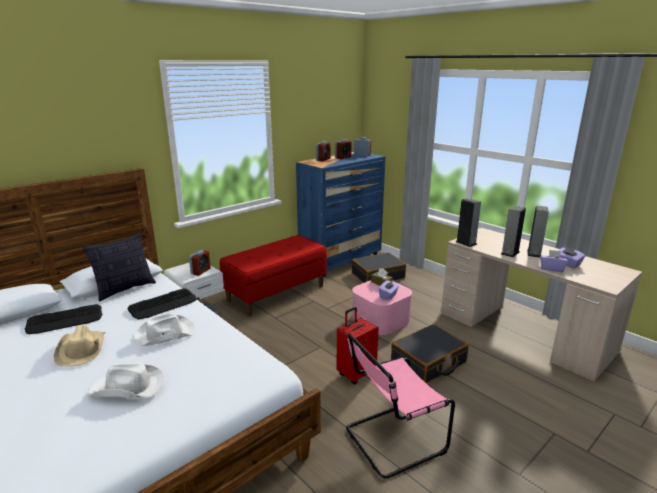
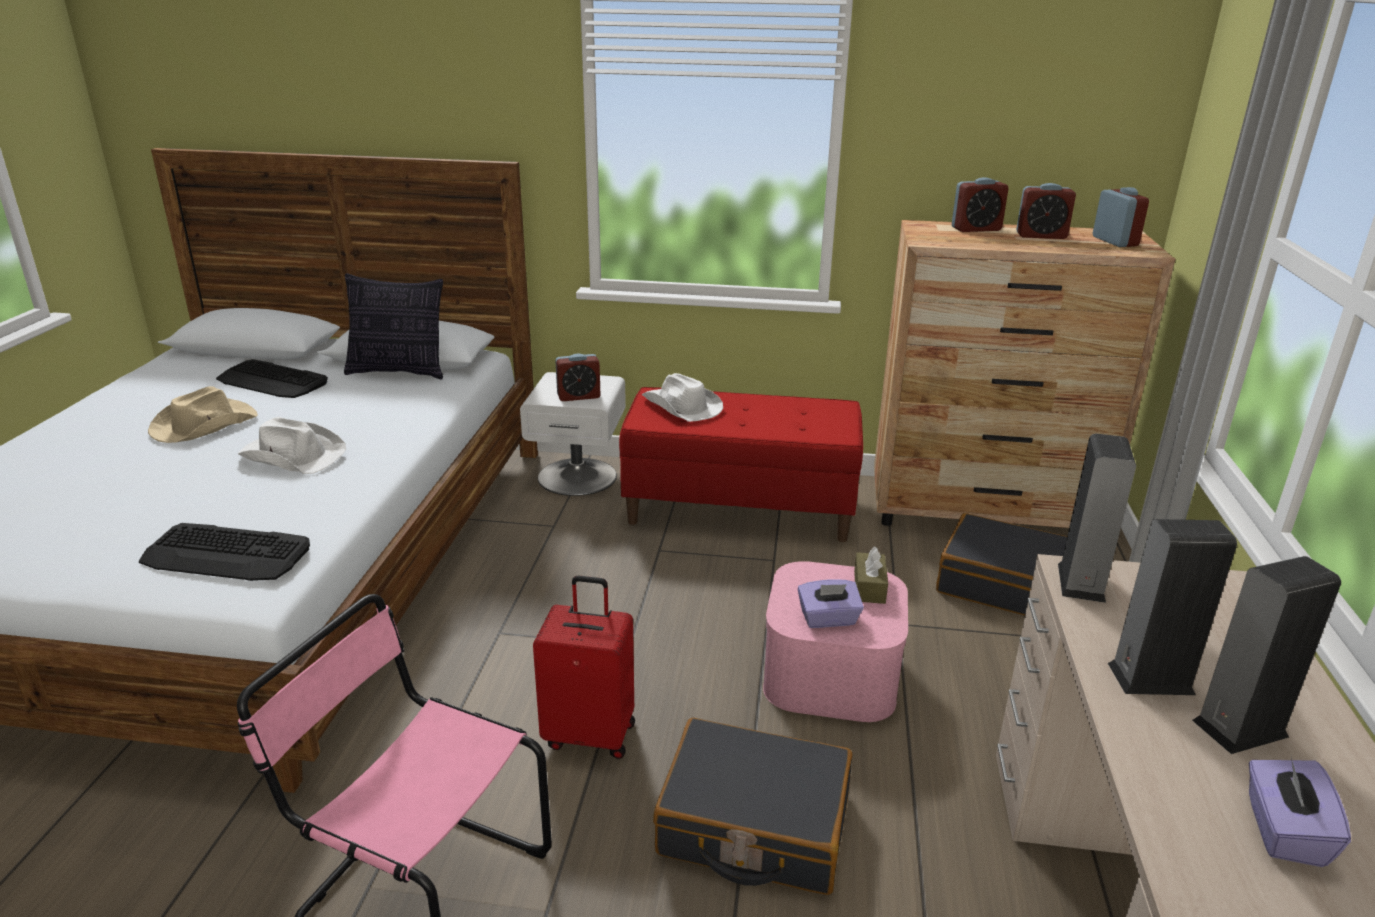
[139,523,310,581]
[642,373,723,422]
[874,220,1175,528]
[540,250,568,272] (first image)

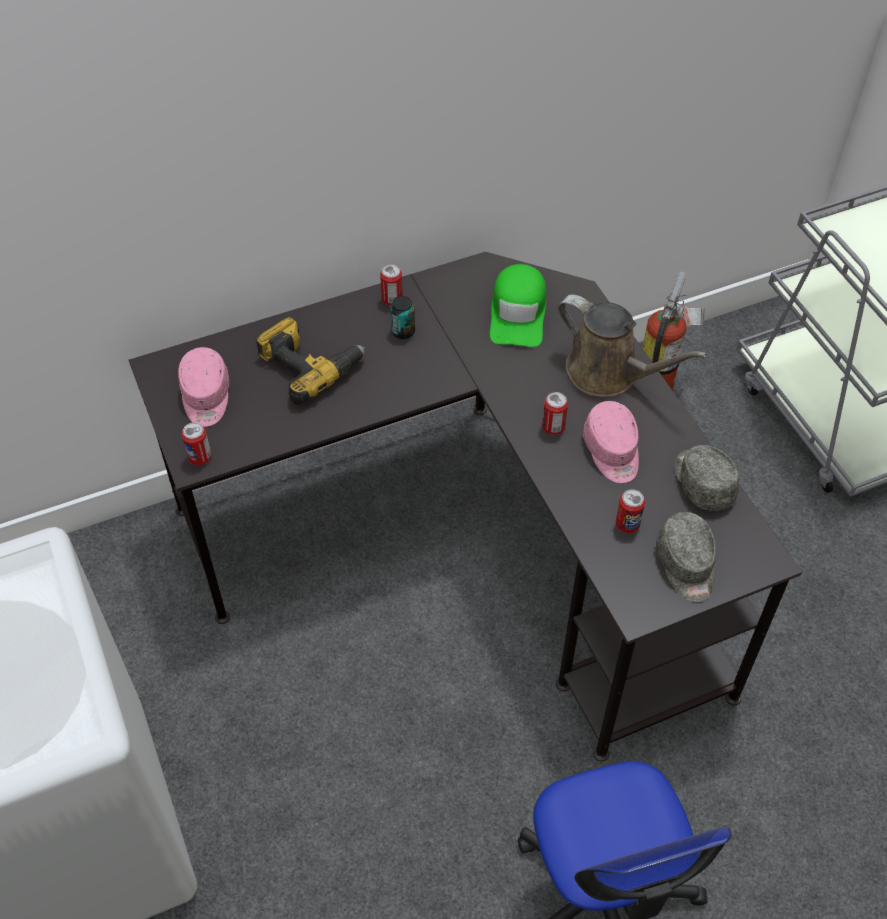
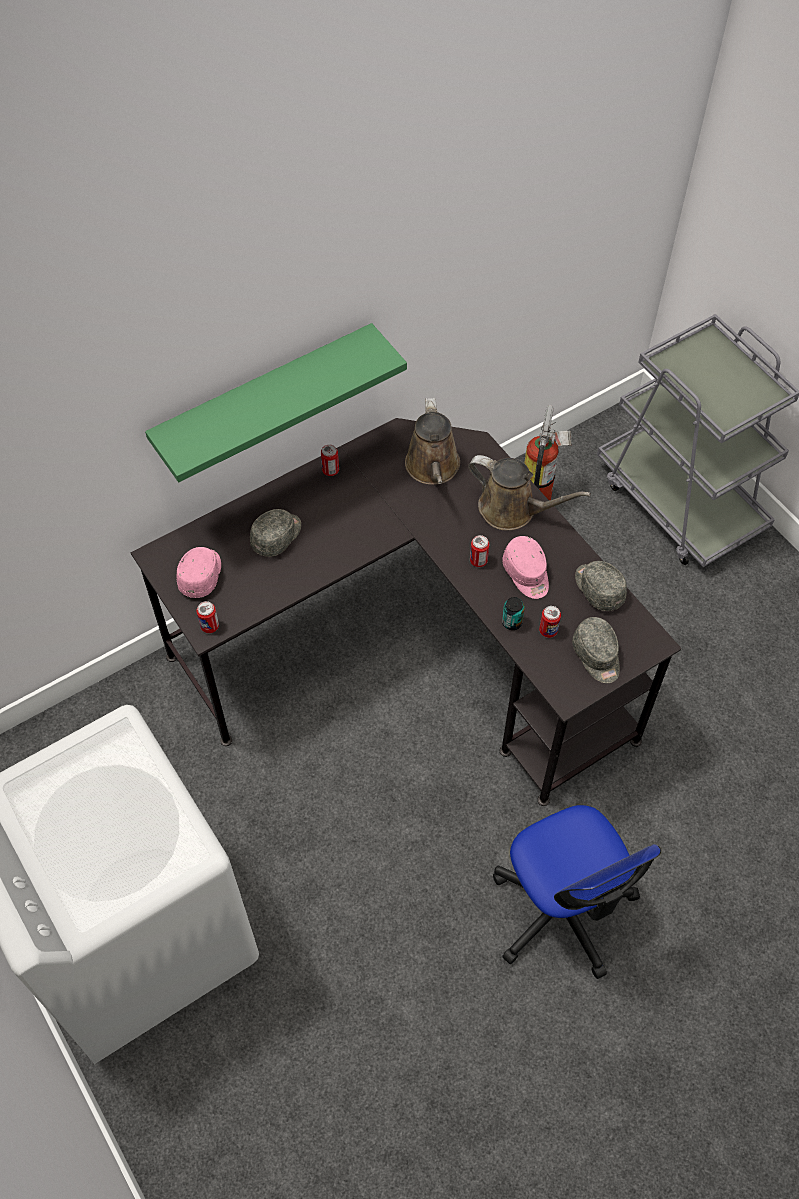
[145,323,407,482]
[177,547,221,598]
[250,509,301,557]
[405,398,460,485]
[502,597,525,630]

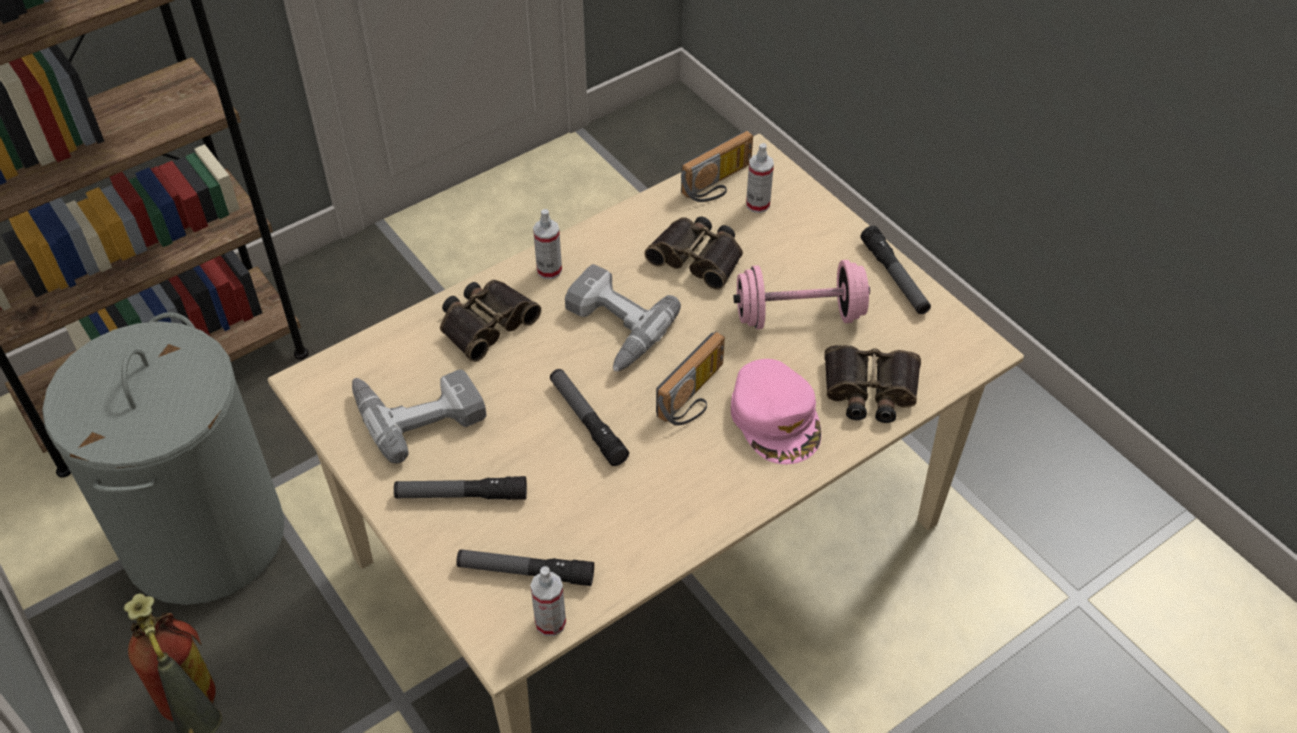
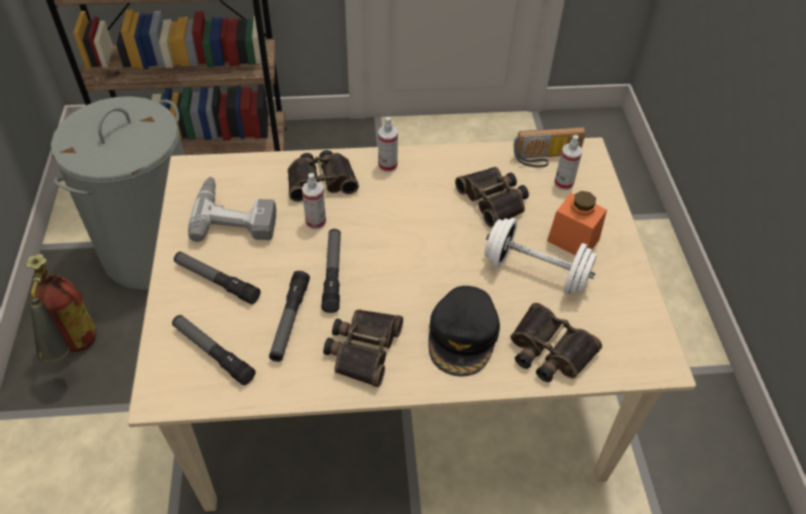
[269,271,310,362]
[302,173,326,229]
[323,309,403,387]
[428,286,500,376]
[484,218,597,294]
[547,191,607,256]
[565,264,681,372] (first image)
[656,331,725,425] (first image)

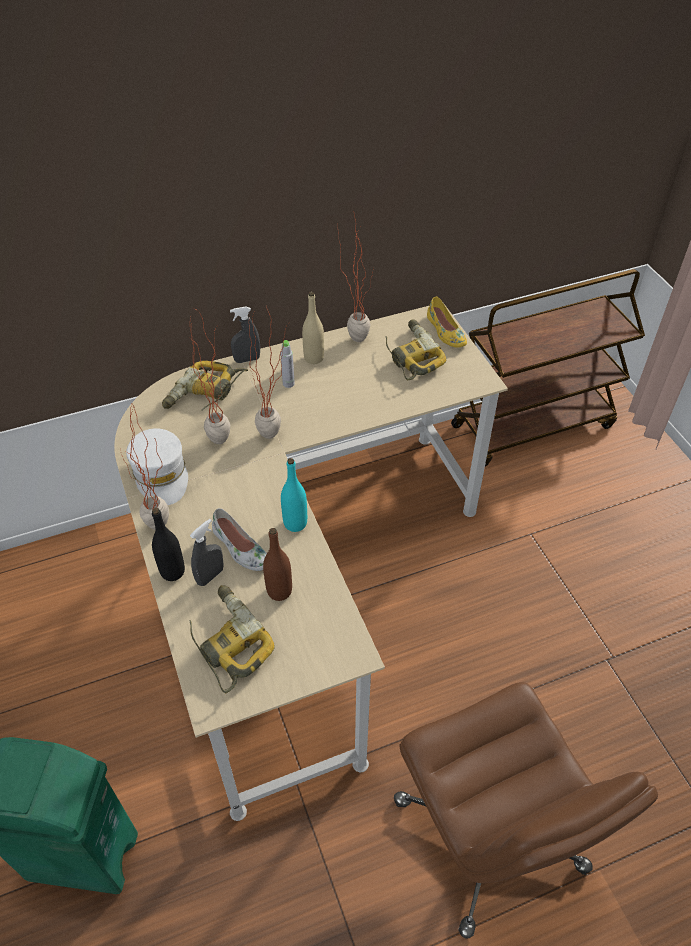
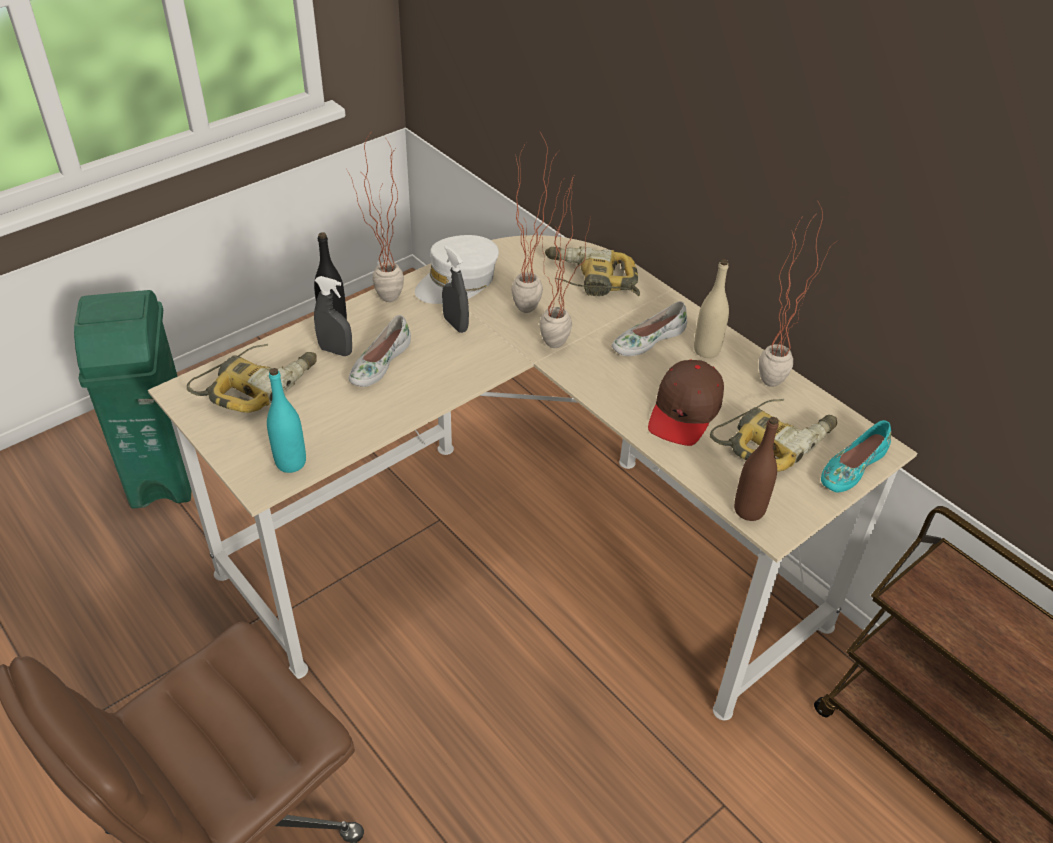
[267,368,306,473]
[442,245,469,333]
[612,301,687,356]
[648,360,724,446]
[734,417,779,521]
[821,420,891,492]

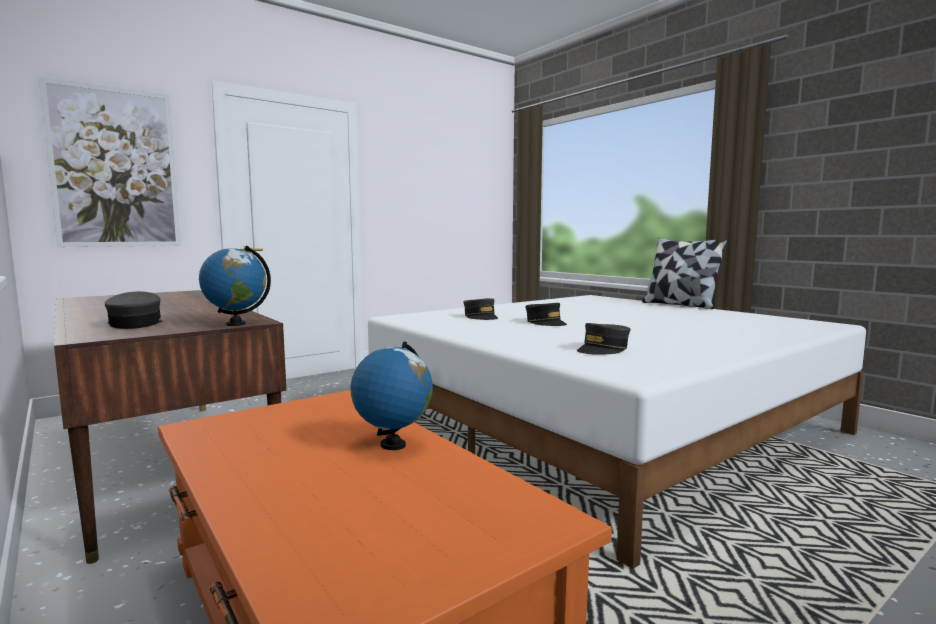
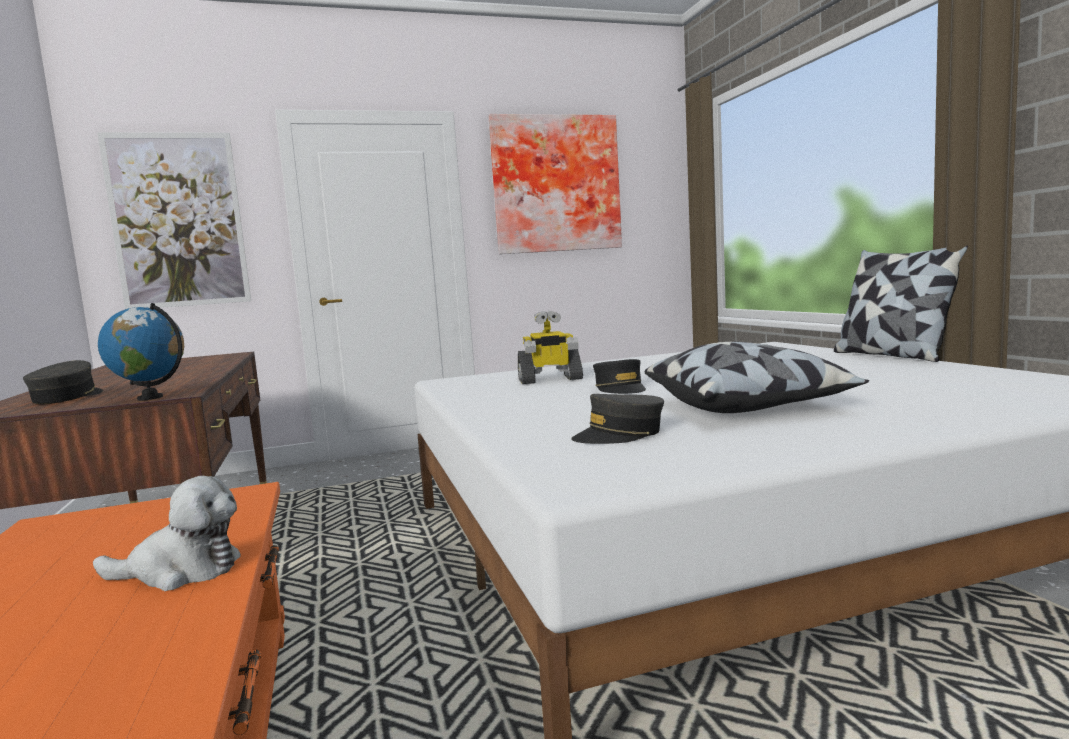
[93,476,241,591]
[488,114,622,254]
[518,311,583,384]
[644,342,869,413]

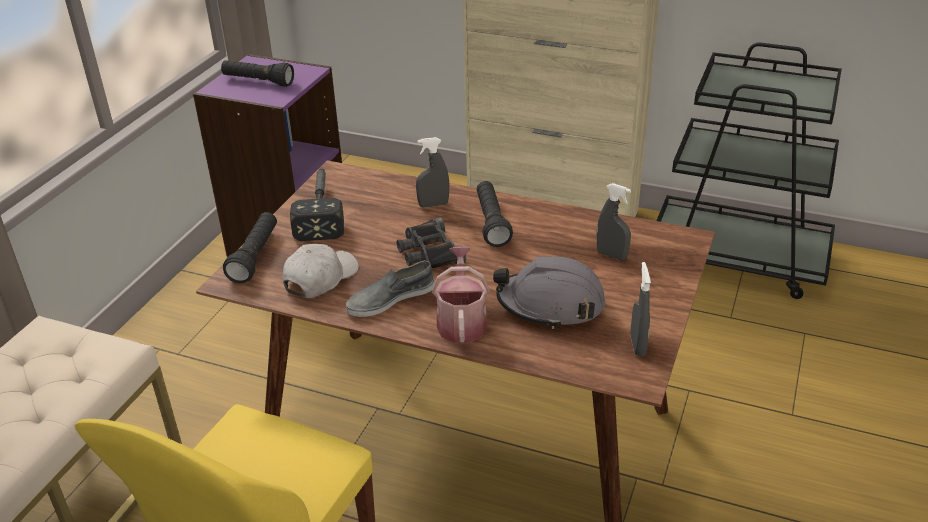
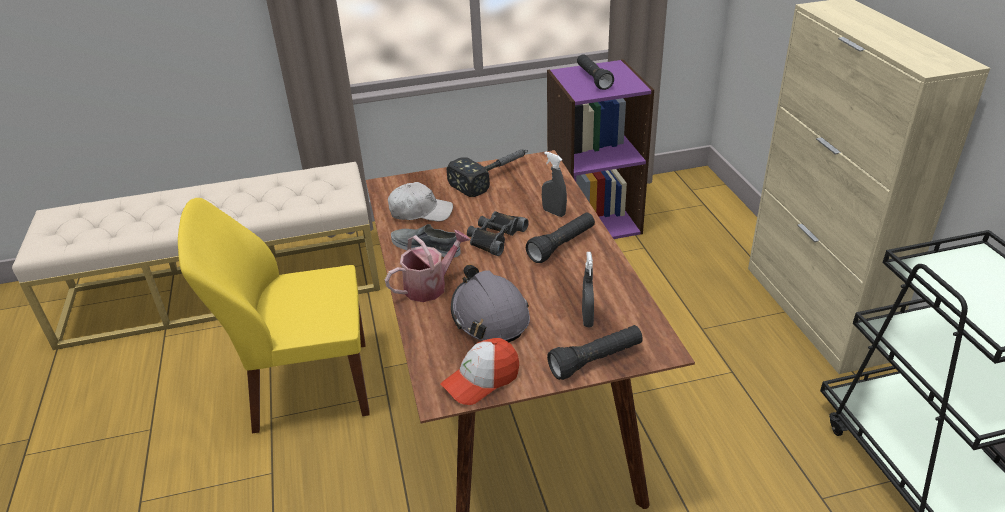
[440,338,519,405]
[547,325,643,380]

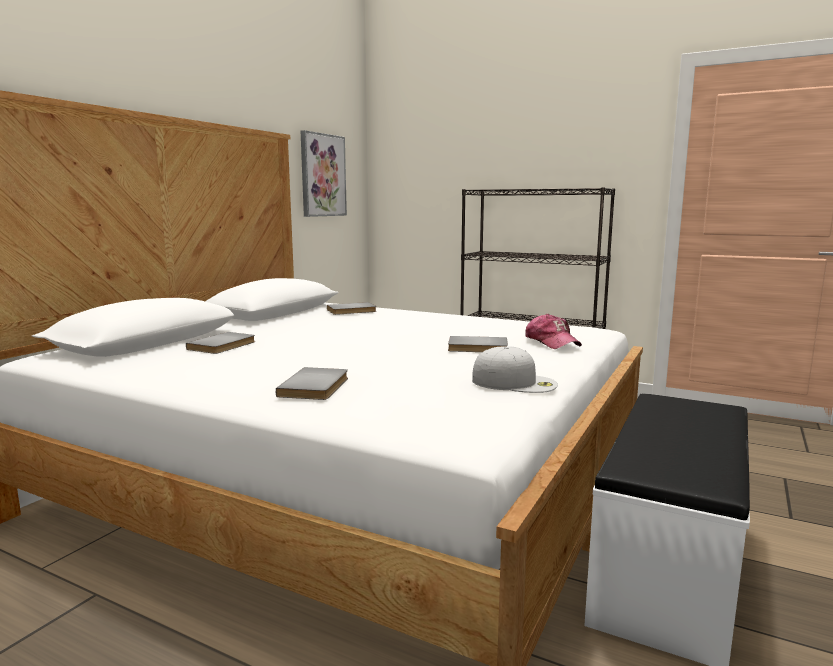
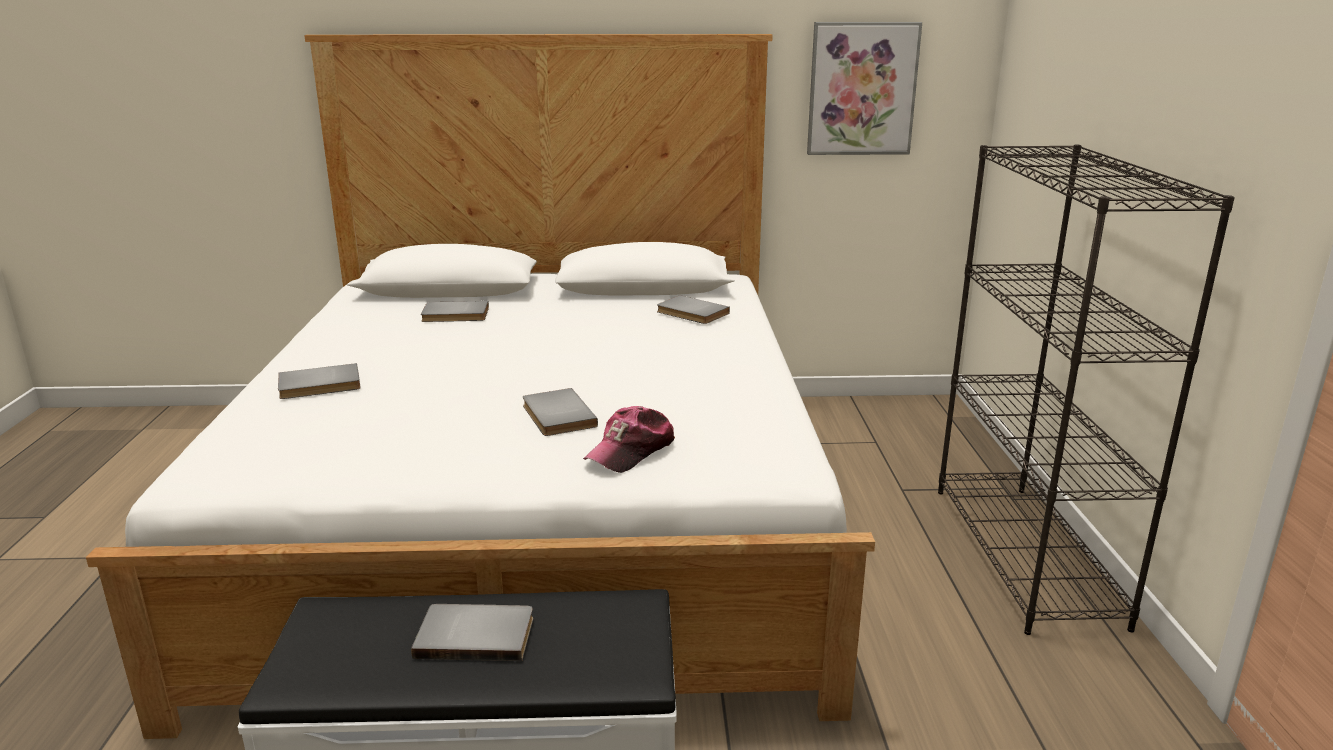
[411,604,533,661]
[472,346,558,393] (first image)

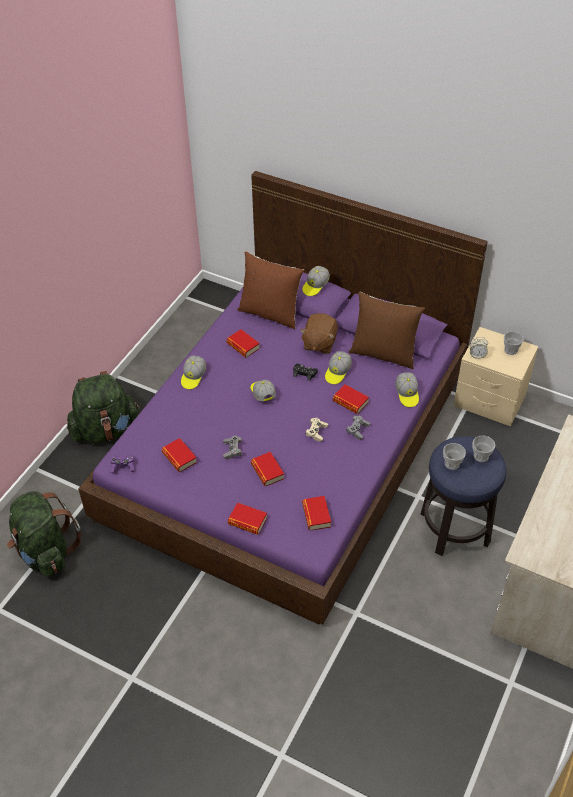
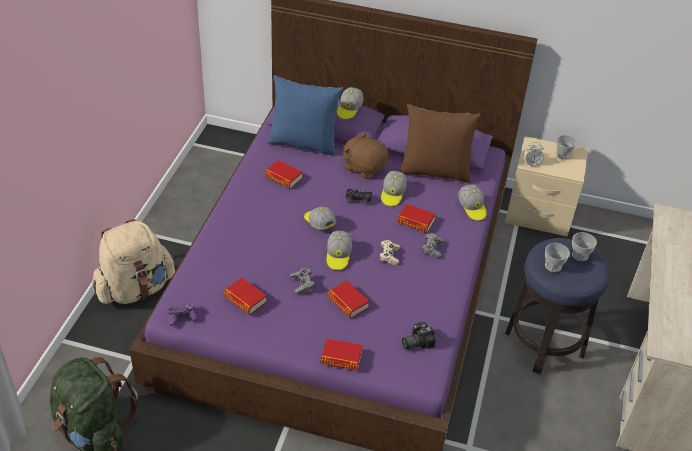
[93,219,175,304]
[267,75,343,156]
[326,231,352,270]
[343,132,389,179]
[402,322,436,349]

